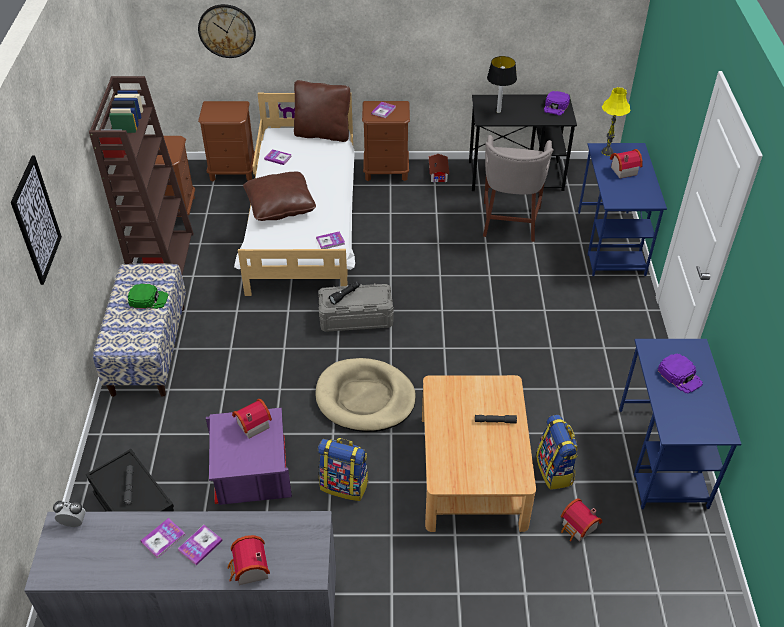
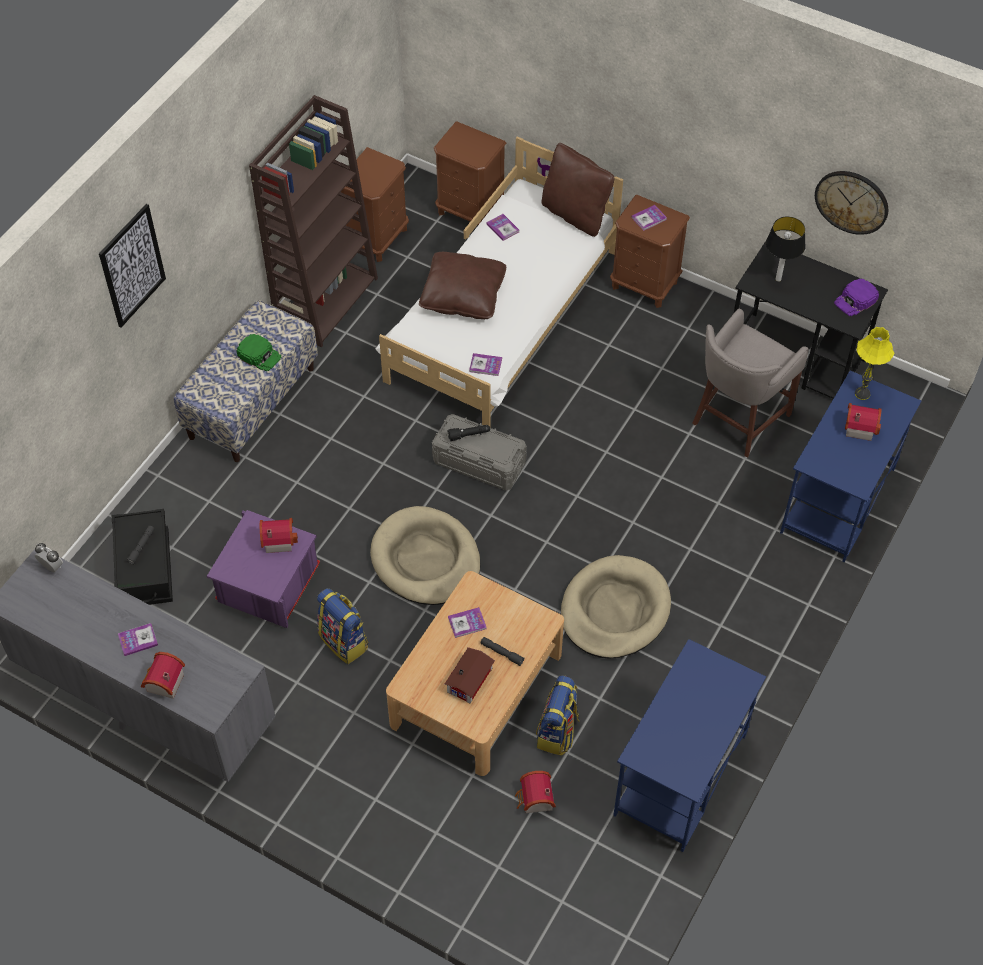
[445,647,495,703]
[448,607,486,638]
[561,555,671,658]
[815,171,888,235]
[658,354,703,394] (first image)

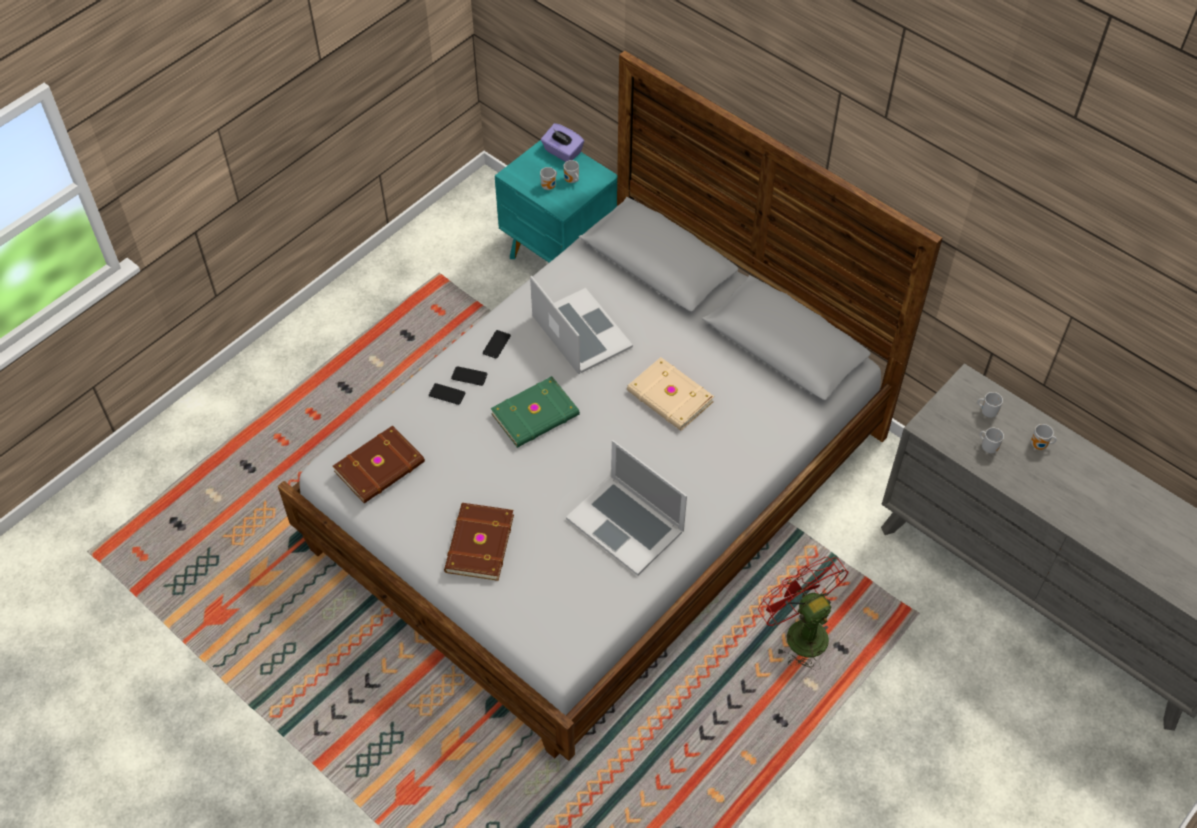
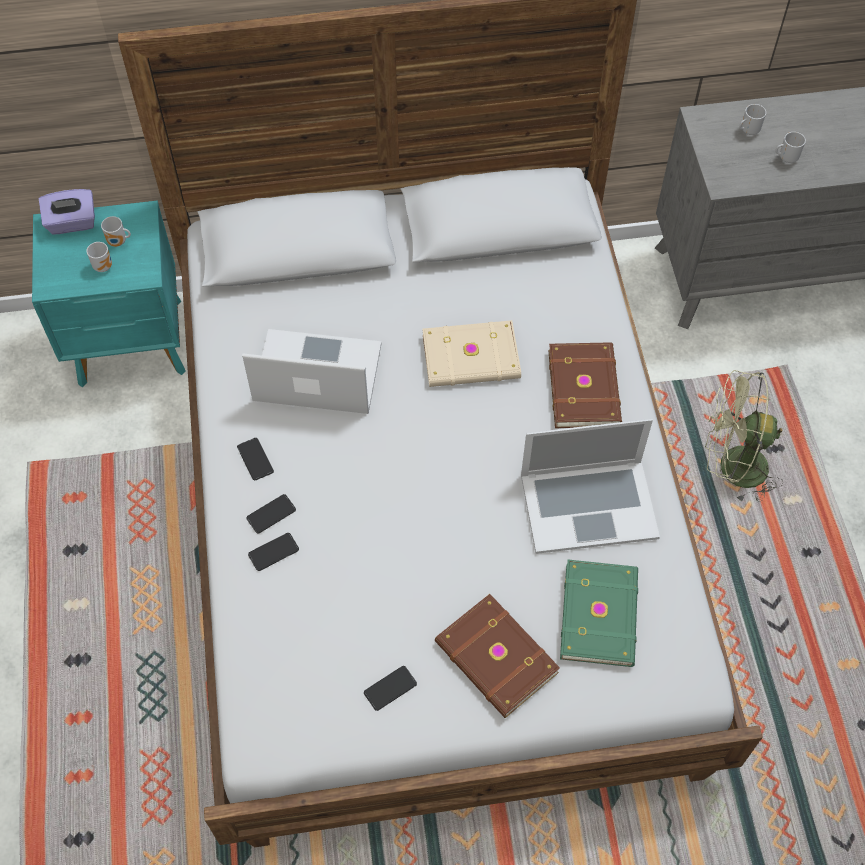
[364,666,417,711]
[548,342,622,428]
[560,560,638,667]
[705,370,783,503]
[1031,424,1057,450] (first image)

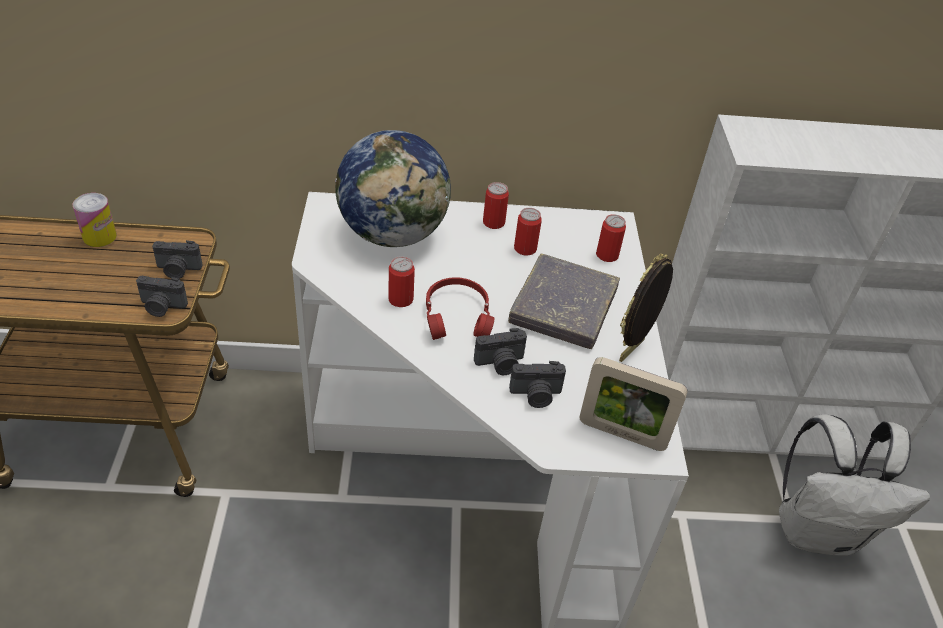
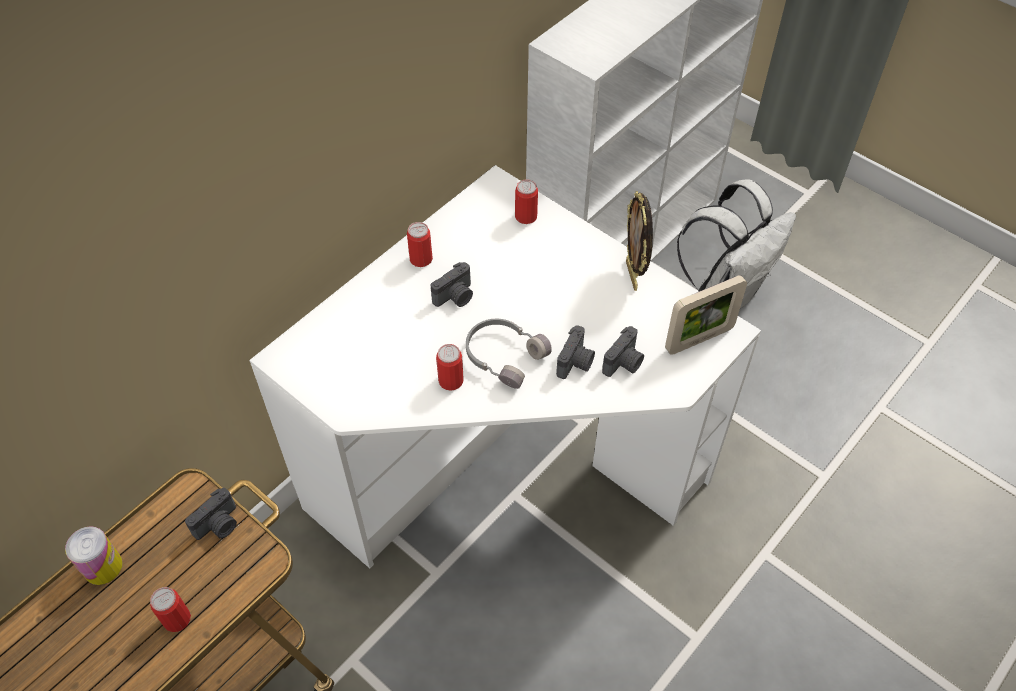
[150,587,191,632]
[431,262,473,307]
[466,319,552,389]
[335,130,451,247] (first image)
[508,254,620,349] (first image)

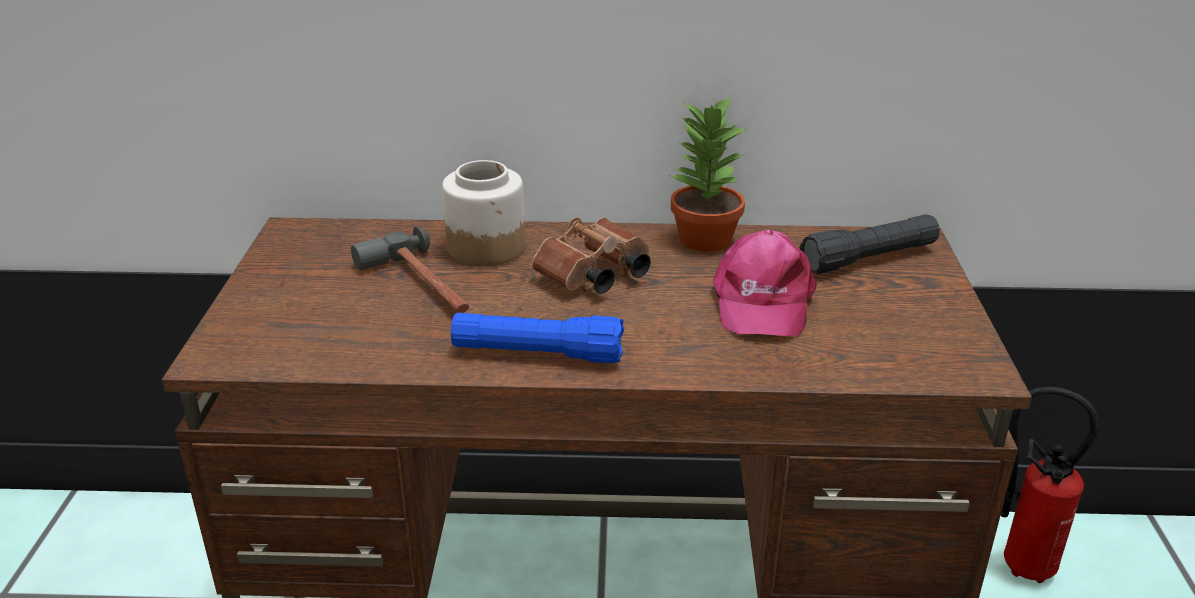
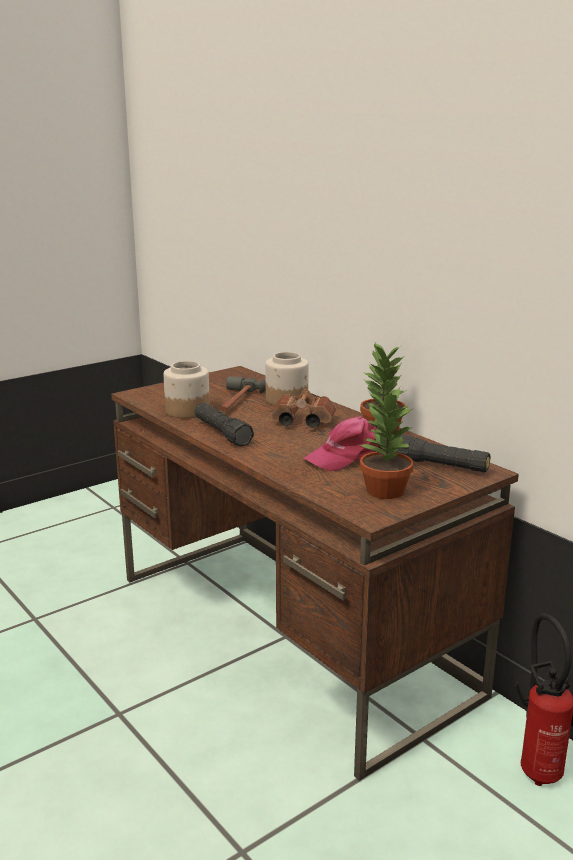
[164,361,210,418]
[195,403,254,446]
[360,387,414,499]

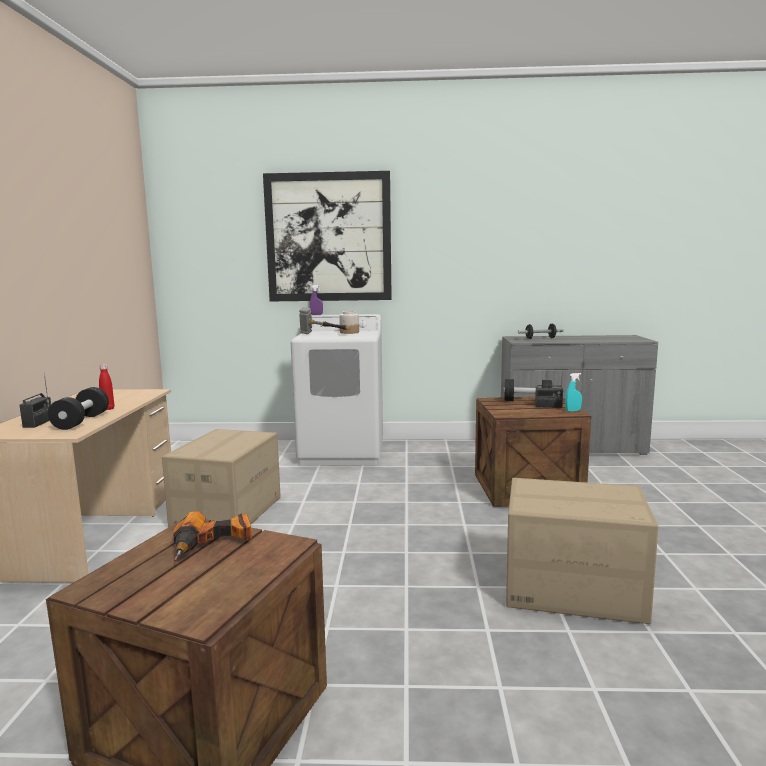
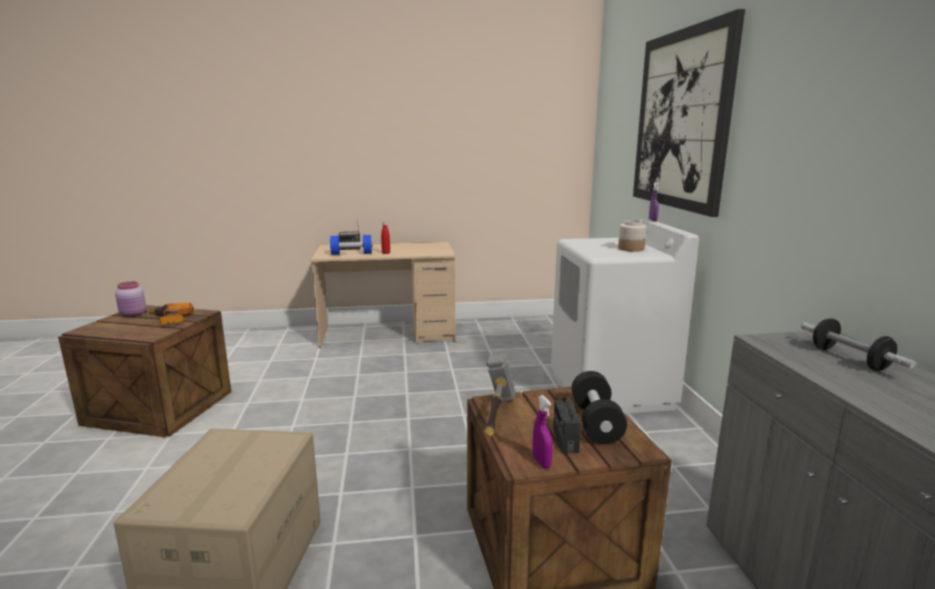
[115,282,146,317]
[330,235,372,255]
[484,353,516,437]
[533,395,553,469]
[162,429,281,528] (first image)

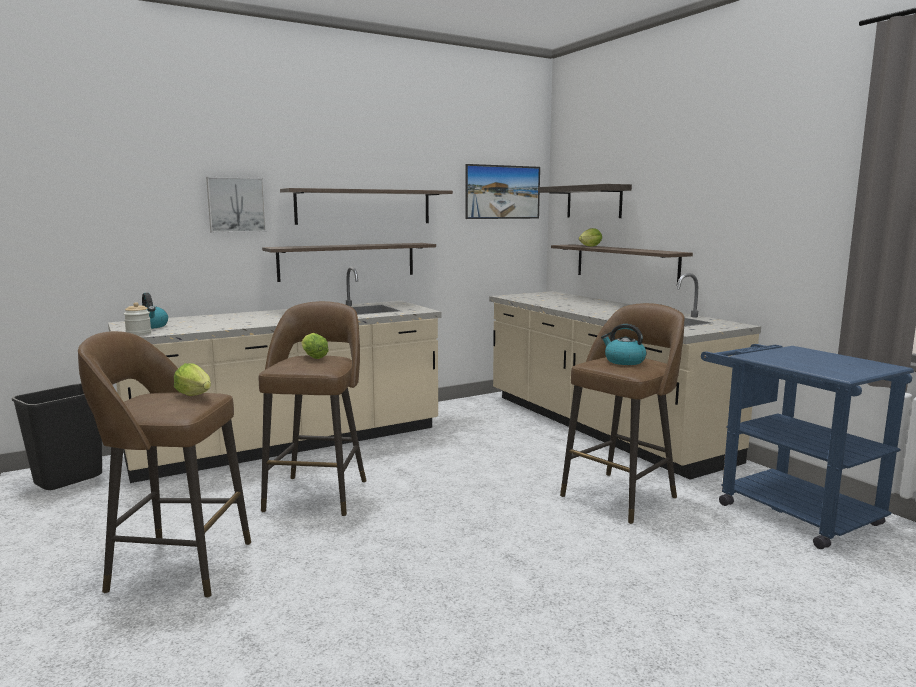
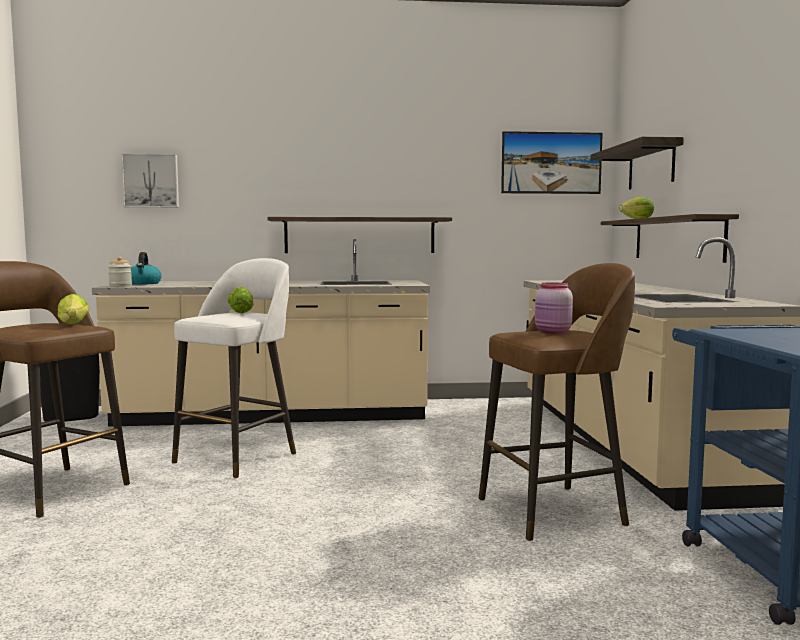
[121,153,179,208]
[172,258,296,478]
[535,283,573,334]
[280,188,453,225] (first image)

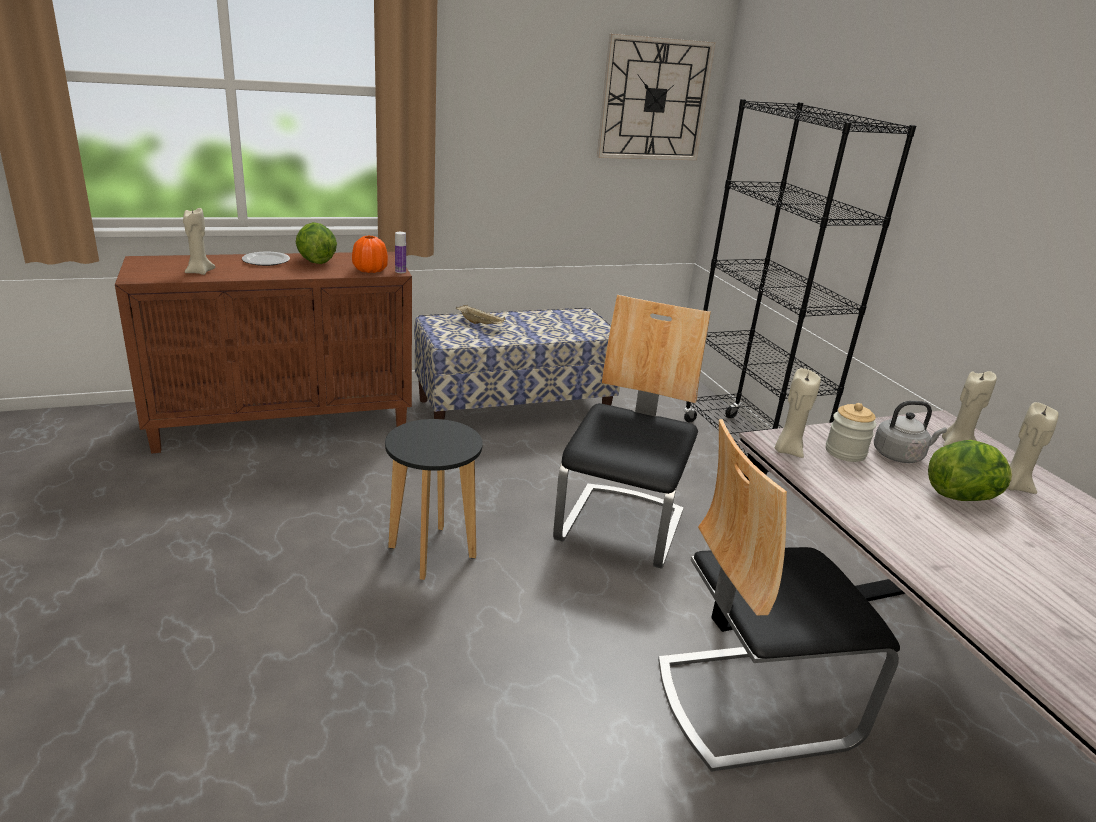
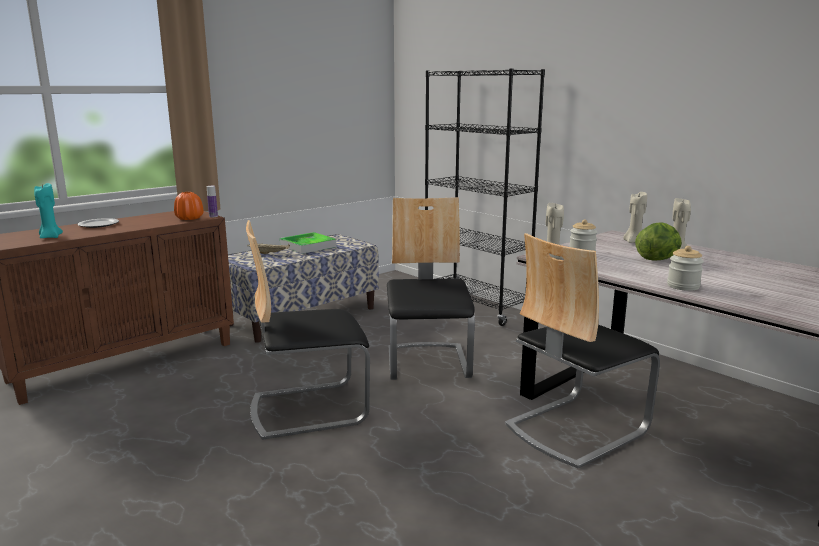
[34,183,63,238]
[246,220,370,440]
[280,232,337,254]
[667,246,704,291]
[296,222,337,264] (first image)
[597,34,715,160] (first image)
[874,401,947,463] (first image)

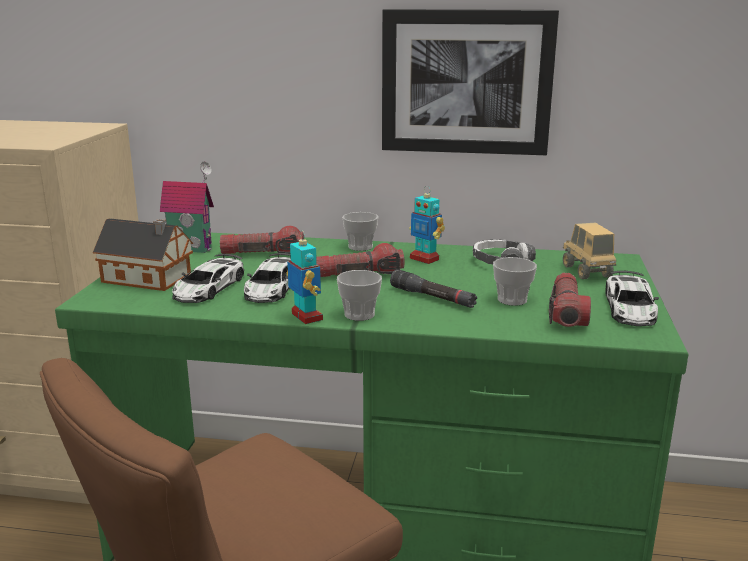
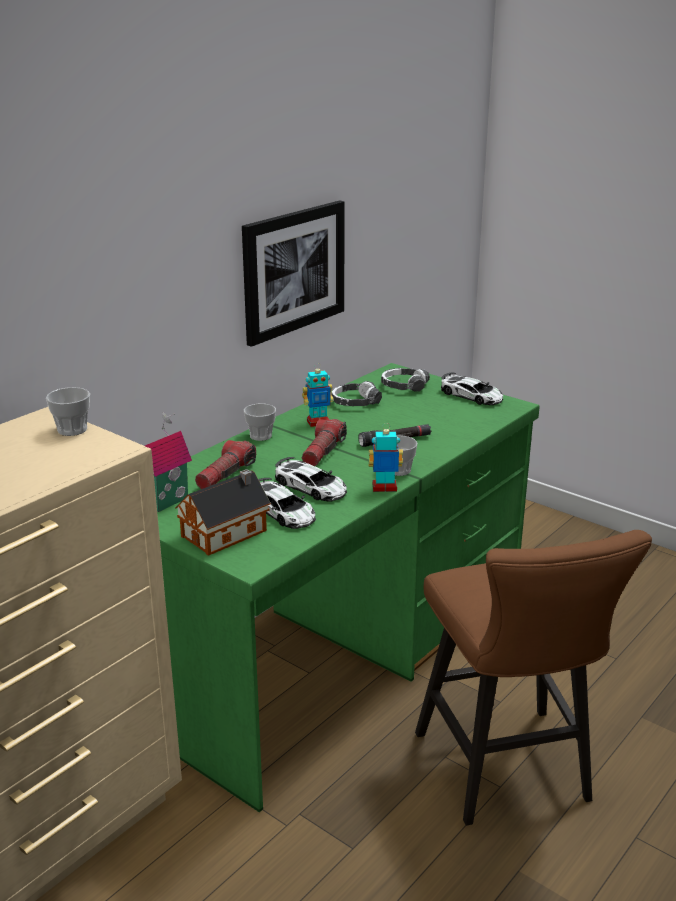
[46,387,90,436]
[381,368,430,392]
[549,273,591,327] (first image)

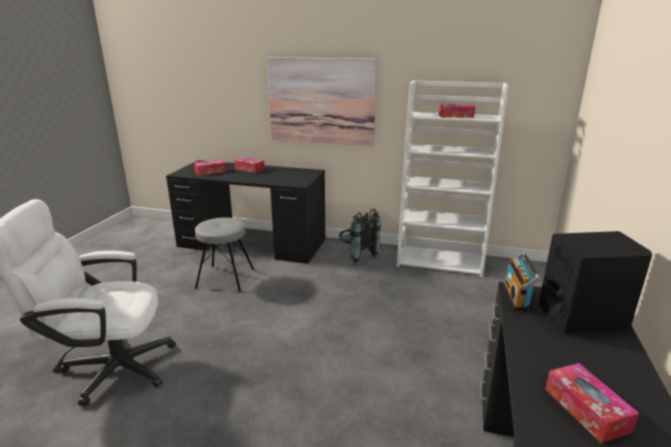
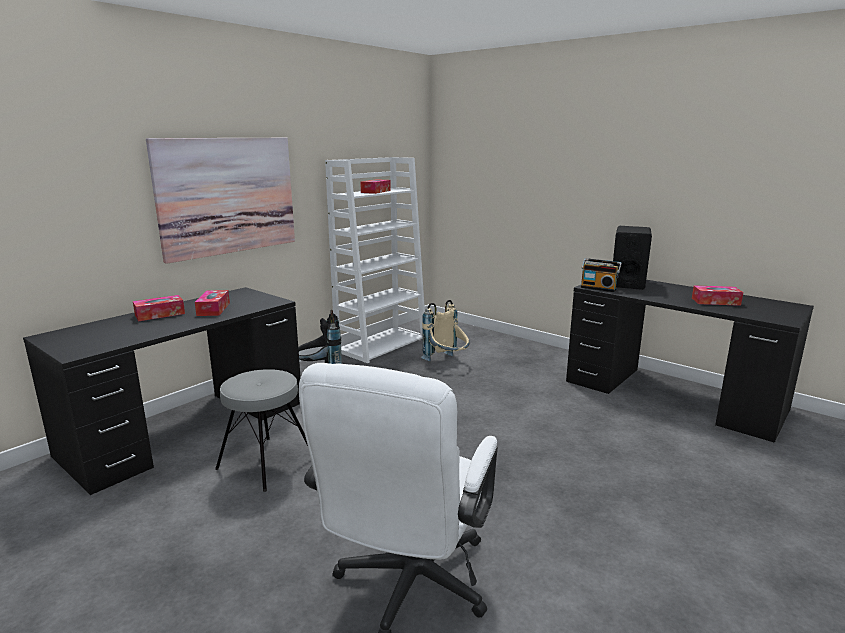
[195,290,230,316]
[421,300,469,362]

